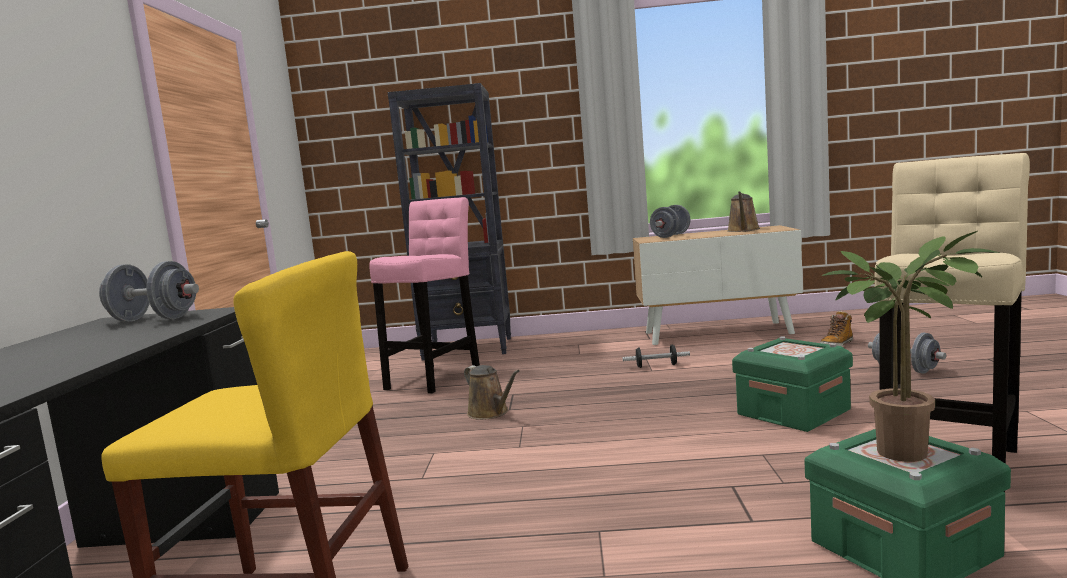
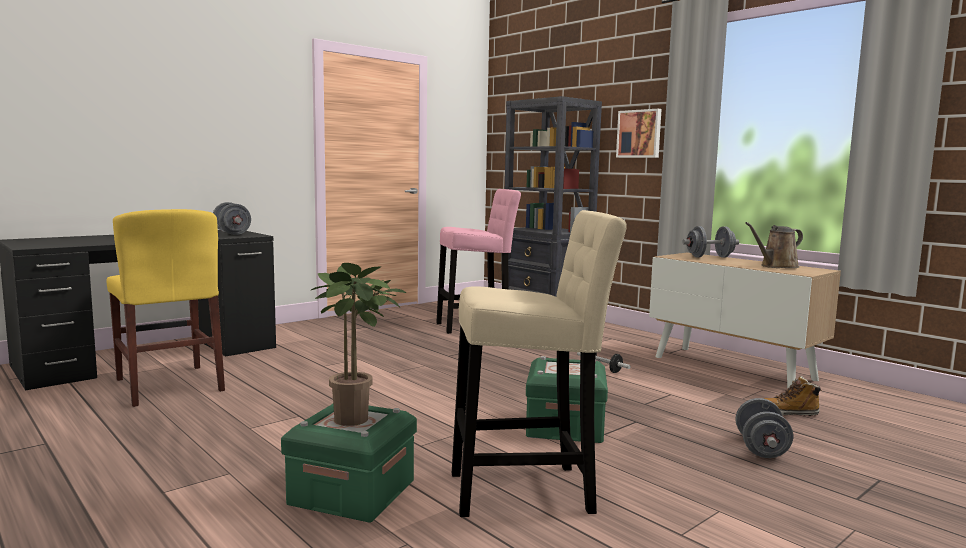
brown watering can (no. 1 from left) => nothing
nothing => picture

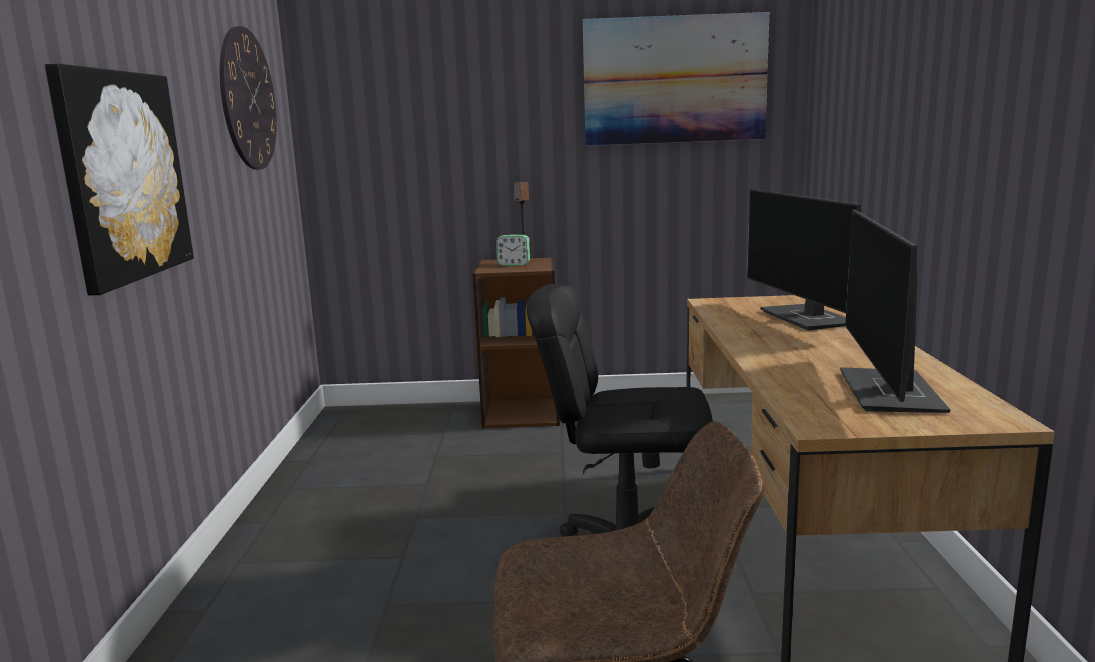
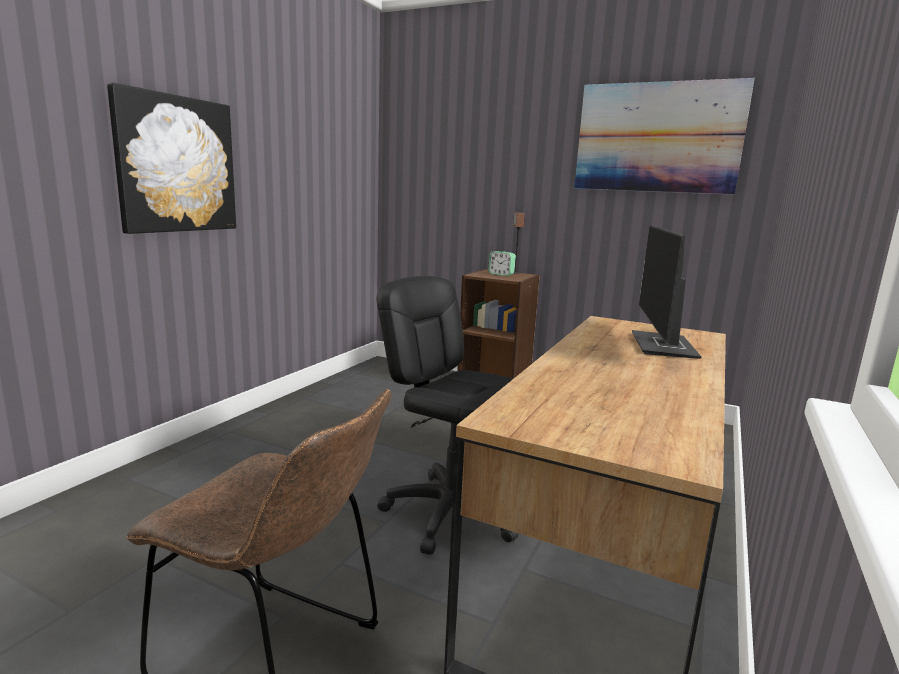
wall clock => nothing
monitor (no. 2 from left) => nothing

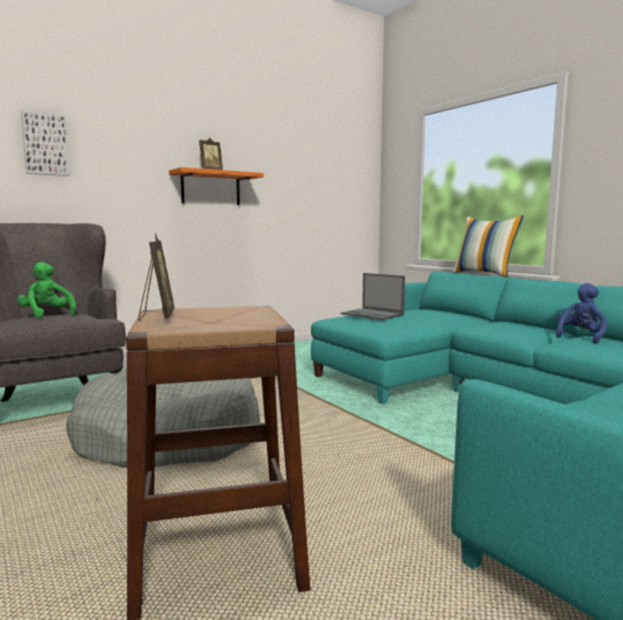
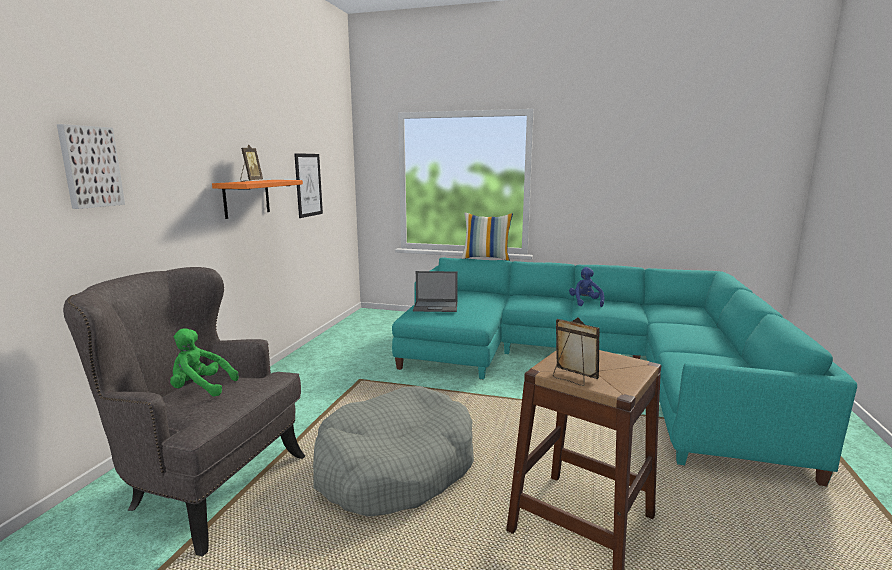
nothing => picture (no. 2 from left)

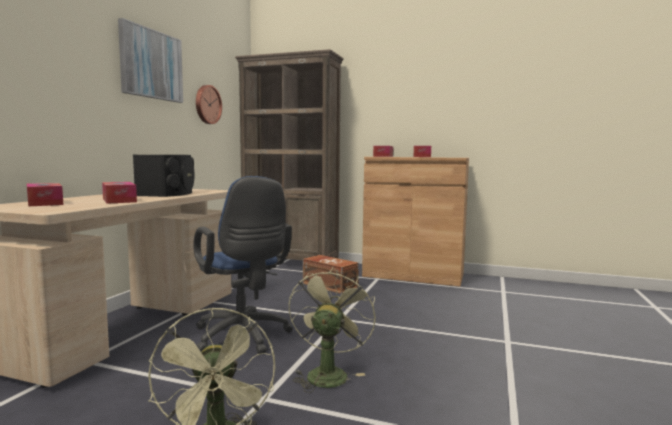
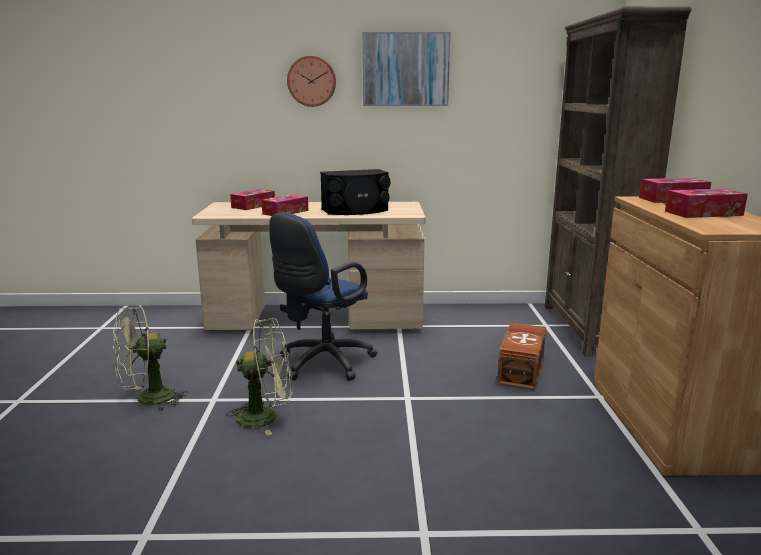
wall clock, shifted

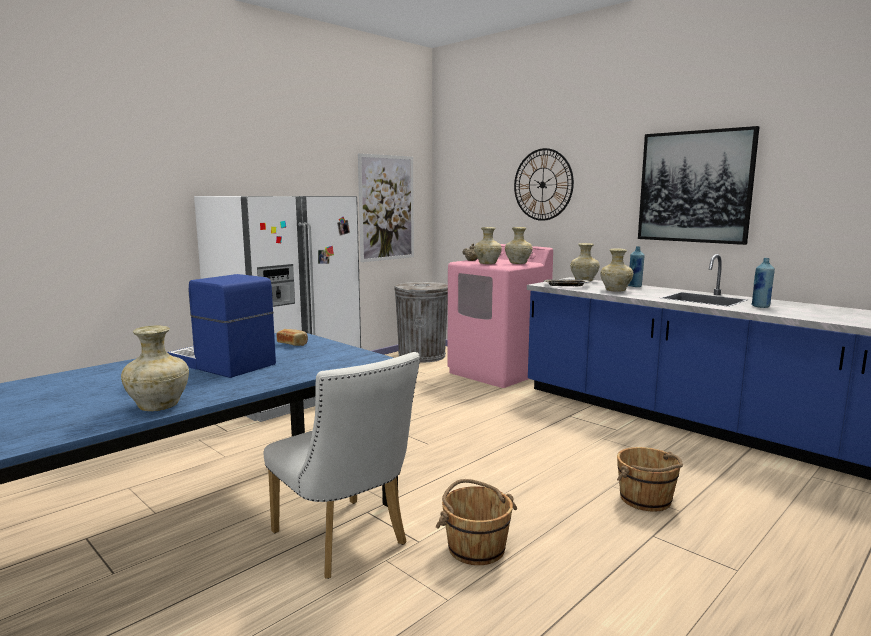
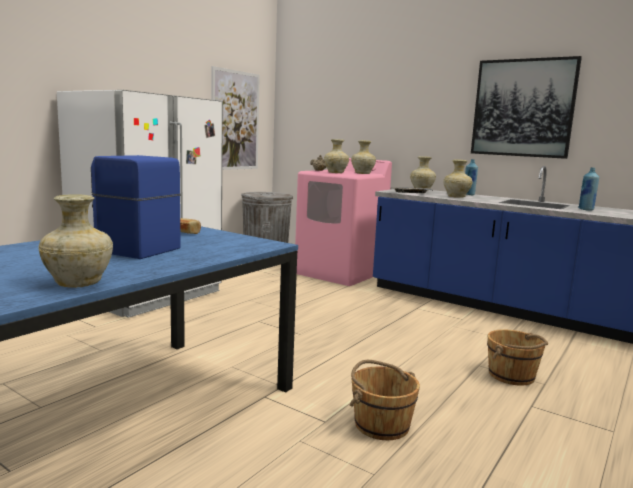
white chair => nothing
wall clock => nothing

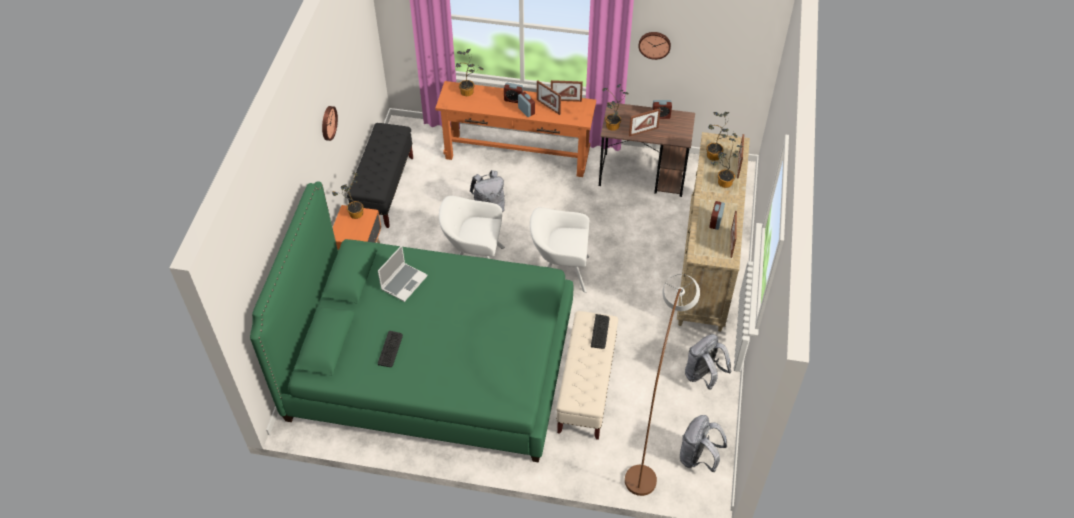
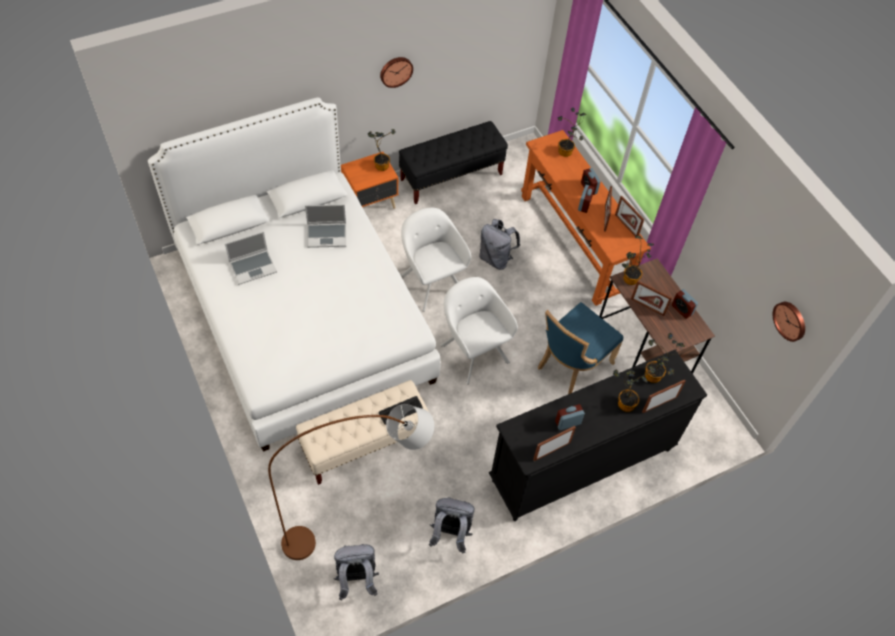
green bed => white bed
keyboard (no. 1 from left) => laptop (no. 1 from left)
wall clock (no. 2 from left), shifted
beige dresser => black dresser
nothing => blue chair

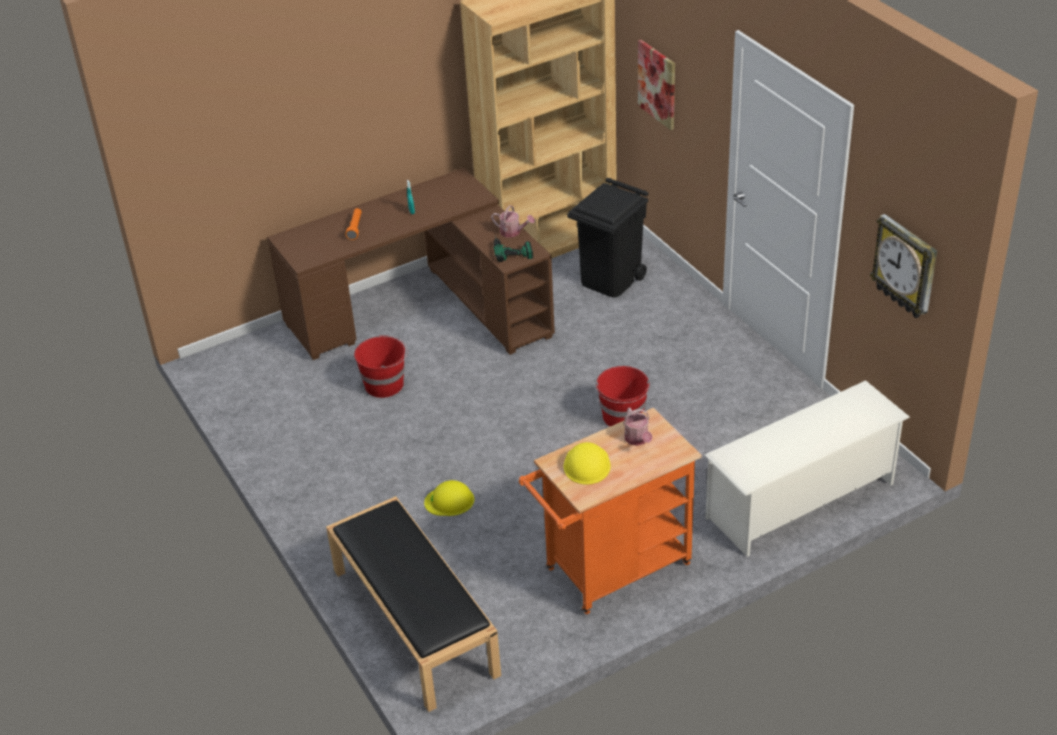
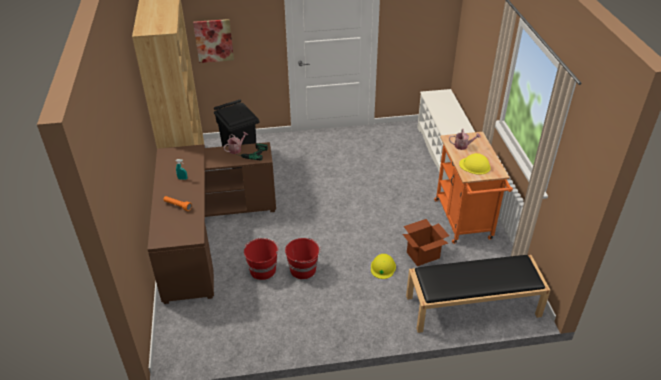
red bucket (no. 2 from left), shifted
wall clock => nothing
nothing => cardboard box

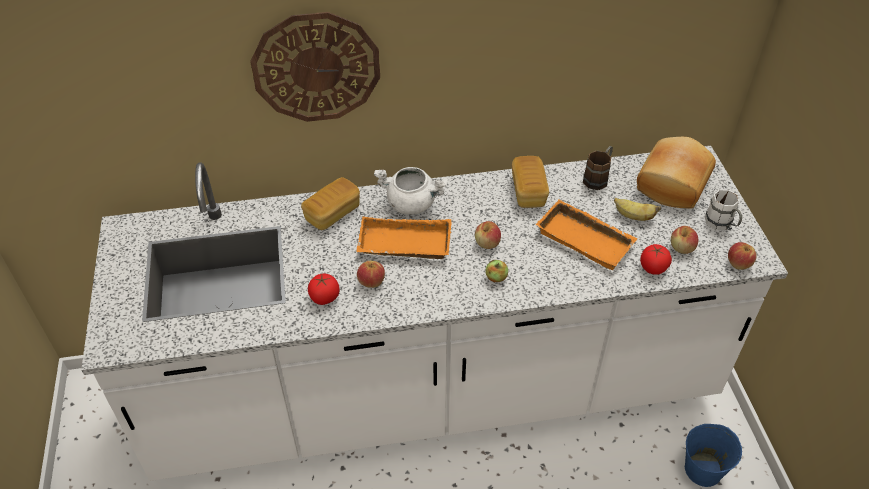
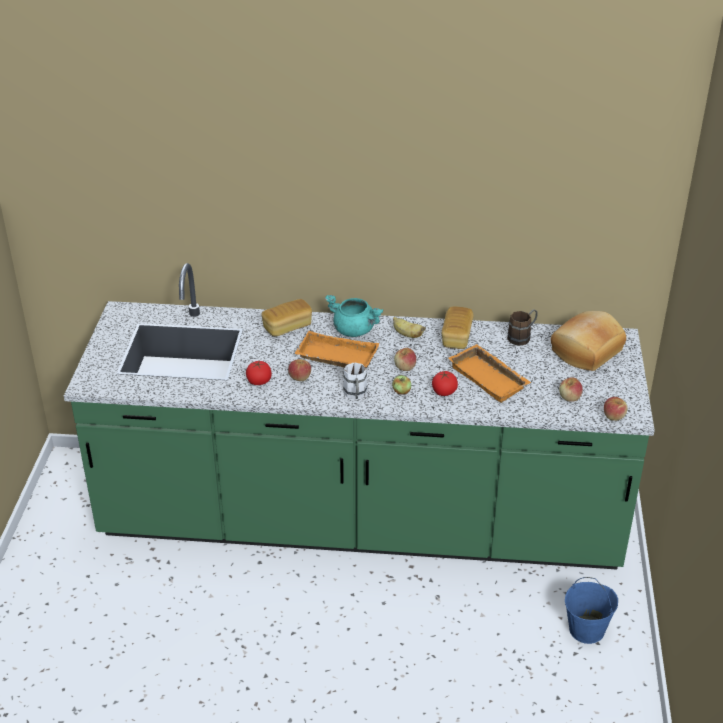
white counter => green counter
wall clock => nothing
white cooking pot => turquoise cooking pot
banana, shifted
tomato (no. 2 from left), shifted
white mug, shifted

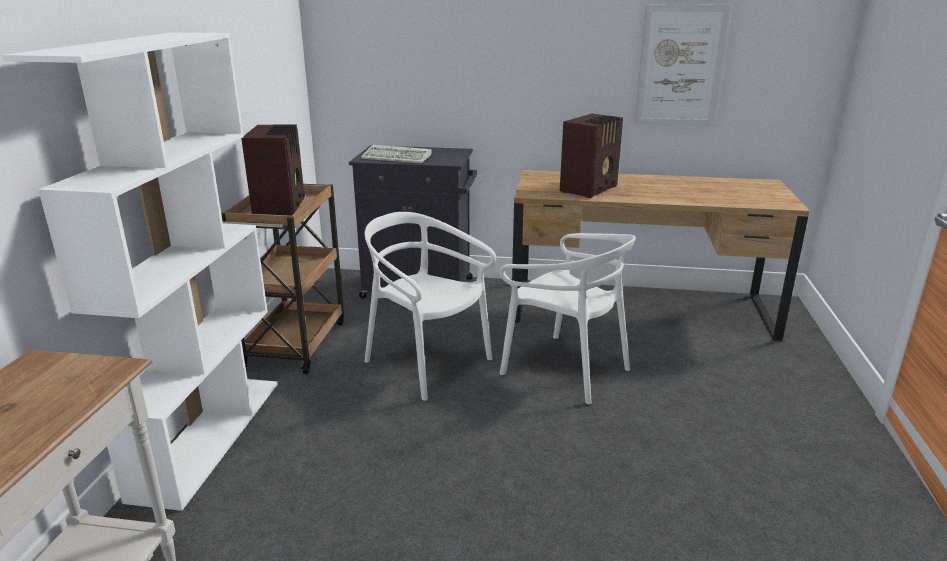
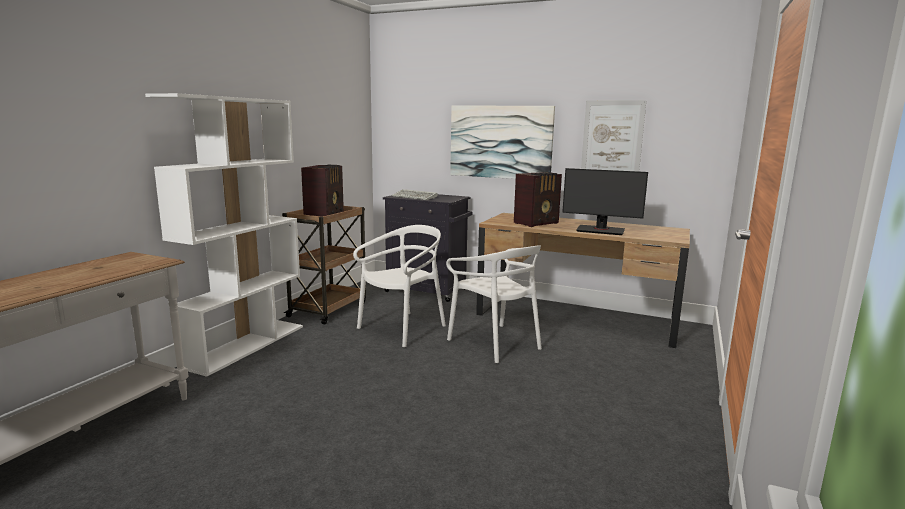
white chair (no. 1 from left), 75 degrees clockwise
nothing => picture (no. 1 from left)
nothing => monitor

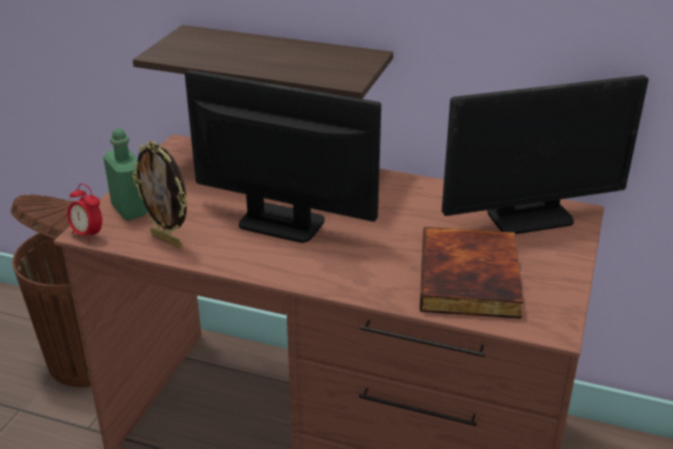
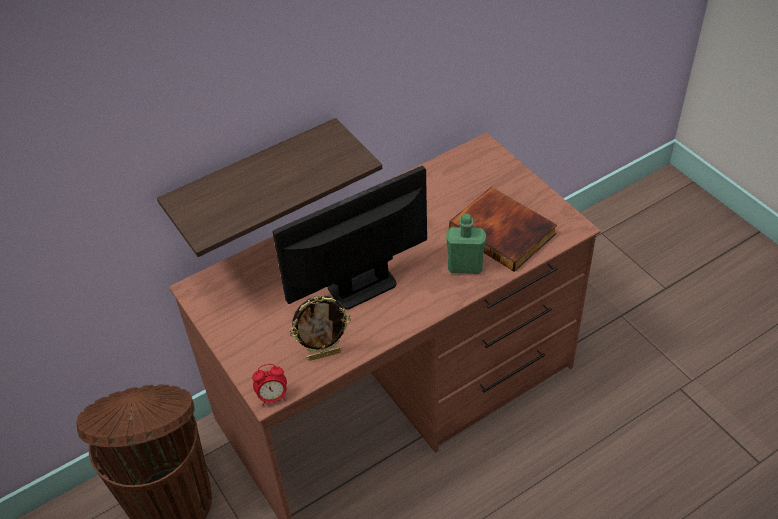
green bottle, shifted
monitor (no. 2 from left) => nothing

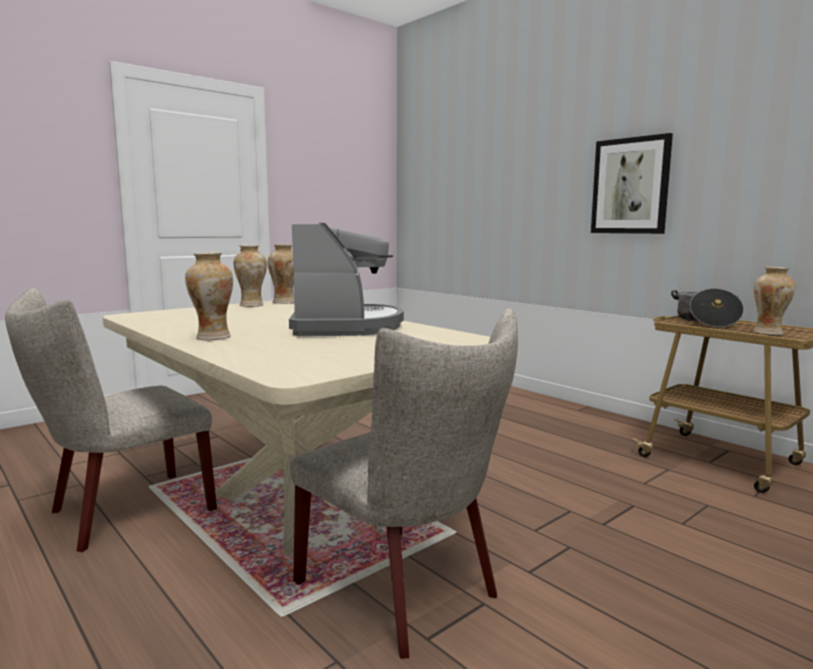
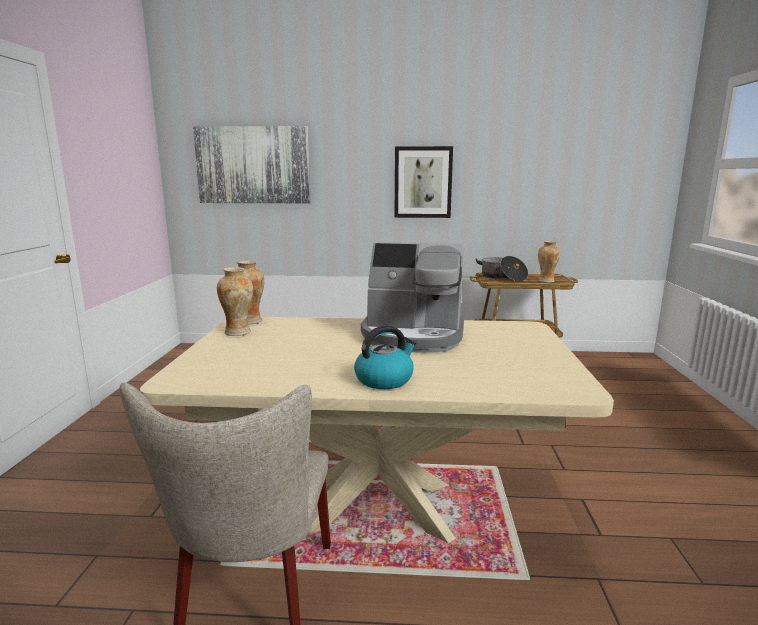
vase (no. 1 from left) => kettle
coffee machine, 150 degrees clockwise
beige chair (no. 2 from left) => nothing
nothing => picture (no. 1 from left)

